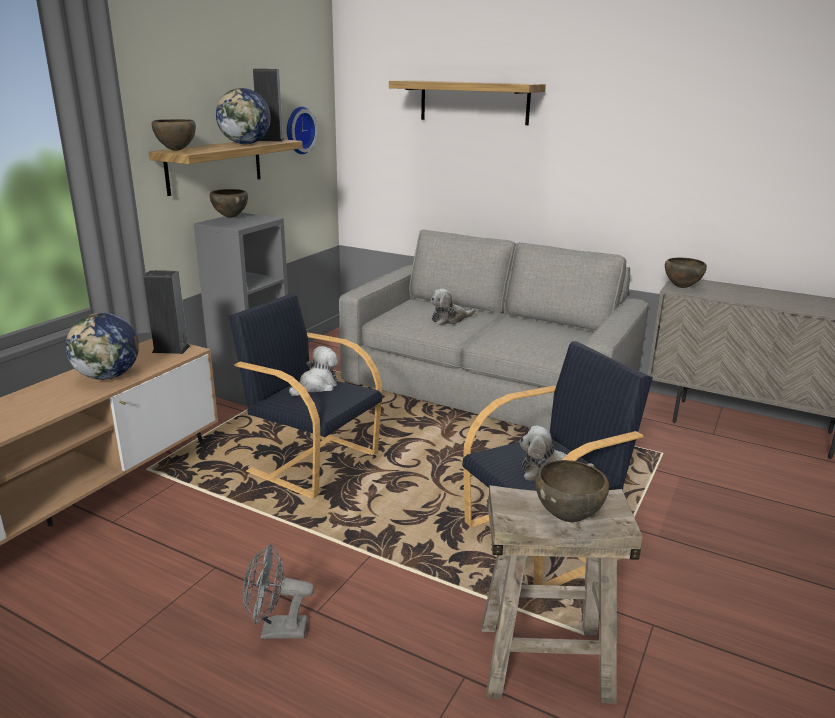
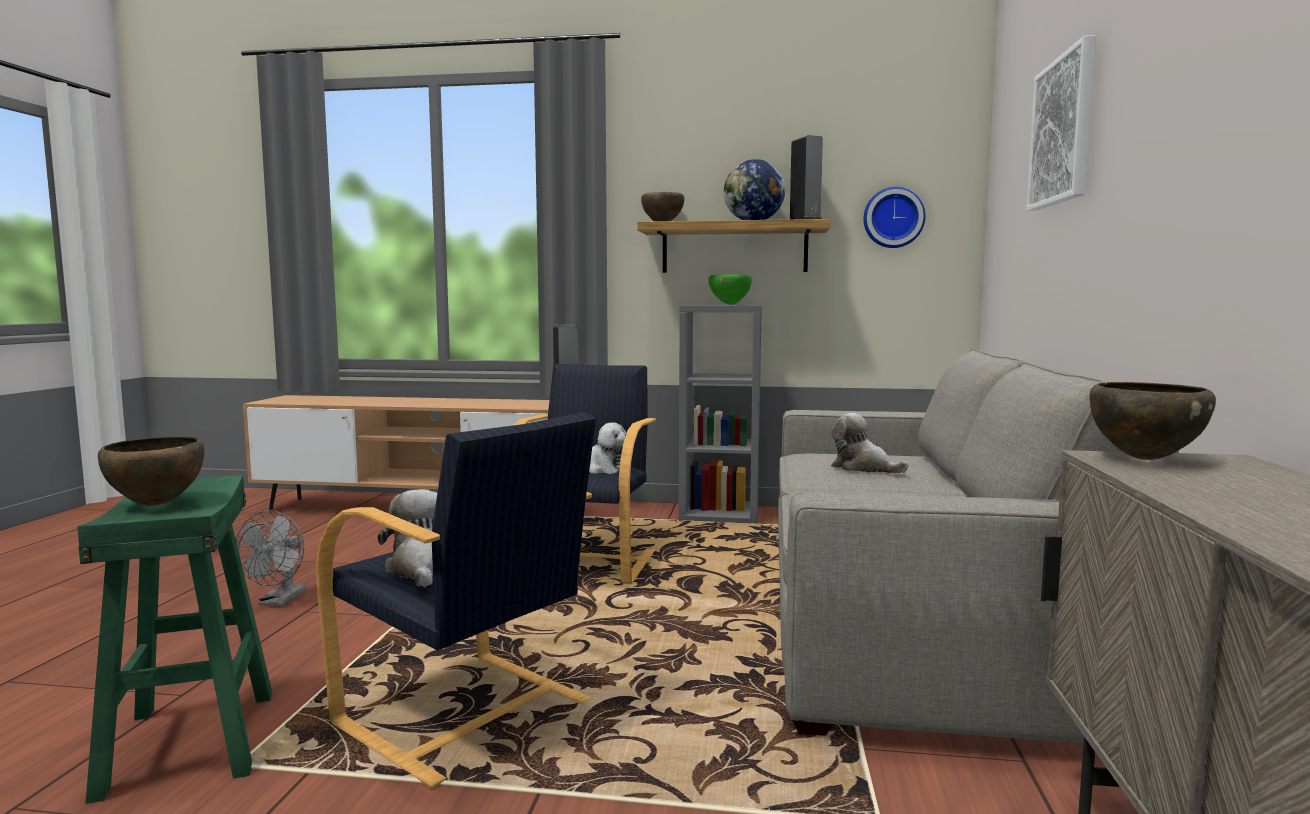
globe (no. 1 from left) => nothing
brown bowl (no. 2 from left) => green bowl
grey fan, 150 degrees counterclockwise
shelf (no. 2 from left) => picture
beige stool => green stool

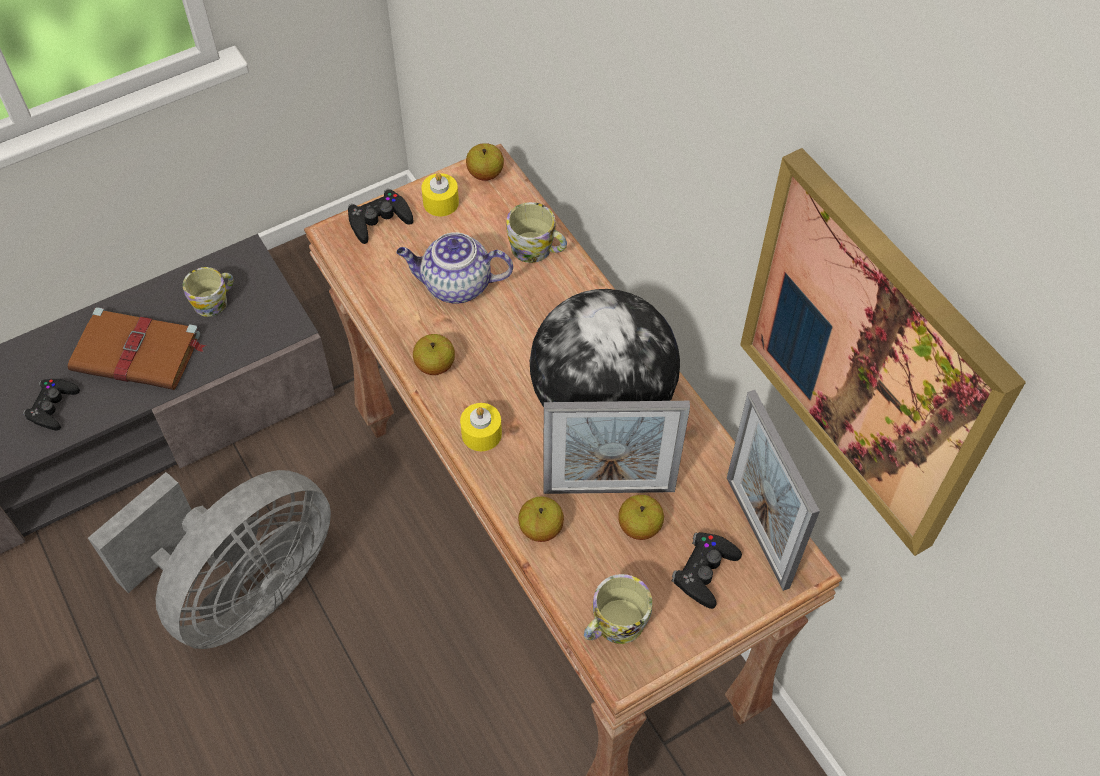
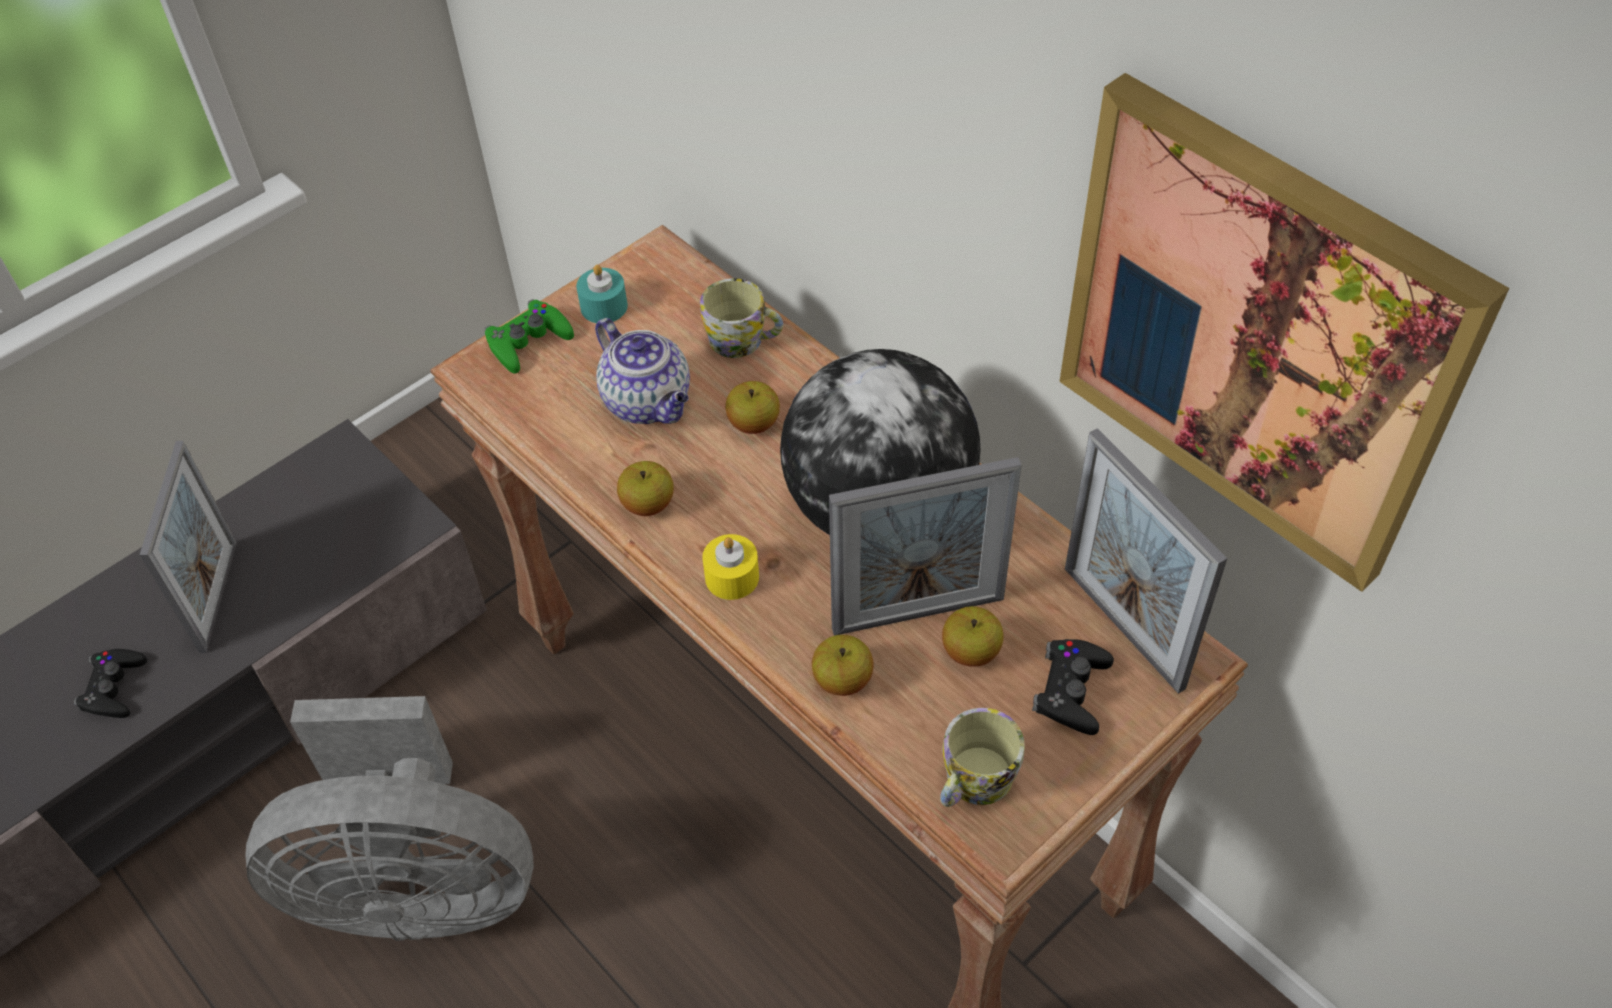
brown book => picture frame (no. 1 from left)
grey fan, 60 degrees clockwise
mug (no. 1 from left) => nothing
black game controller (no. 2 from left) => green game controller
teapot, 120 degrees counterclockwise
yellow candle (no. 1 from left) => turquoise candle
apple (no. 2 from left), shifted

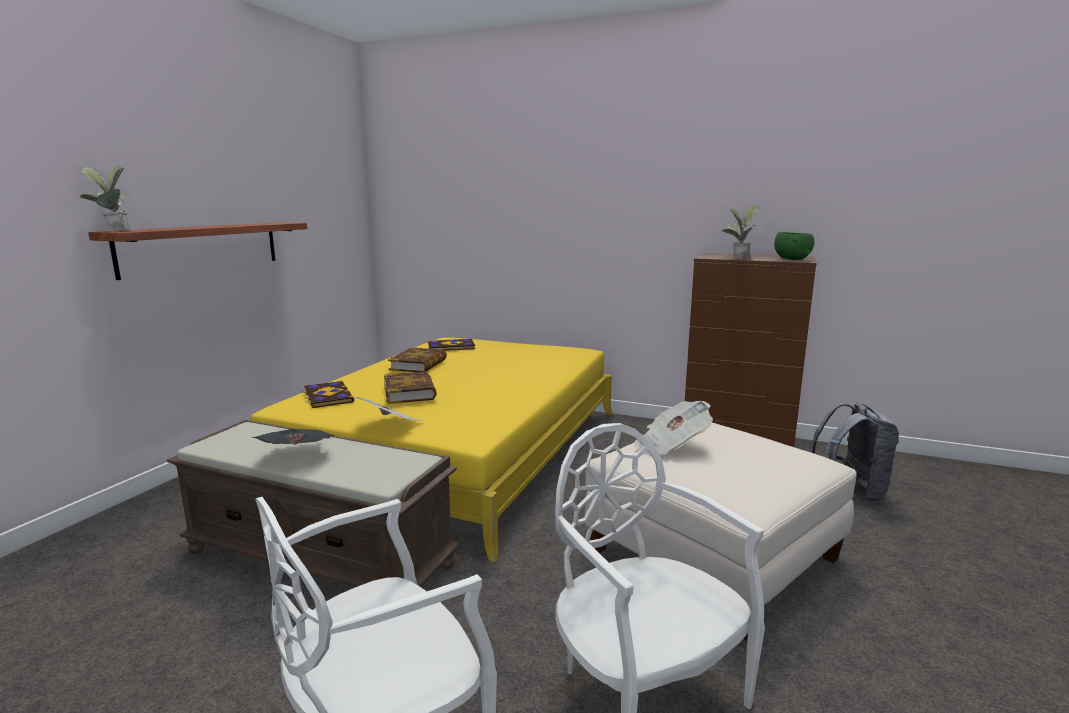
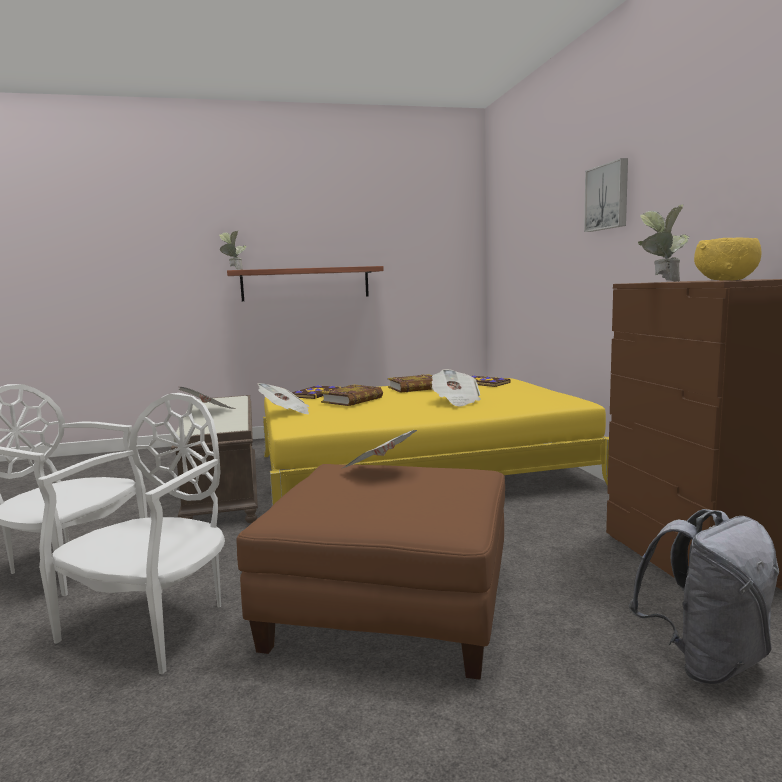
white ottoman => brown ottoman
green bowl => yellow bowl
nothing => newspaper (no. 4 from left)
nothing => picture

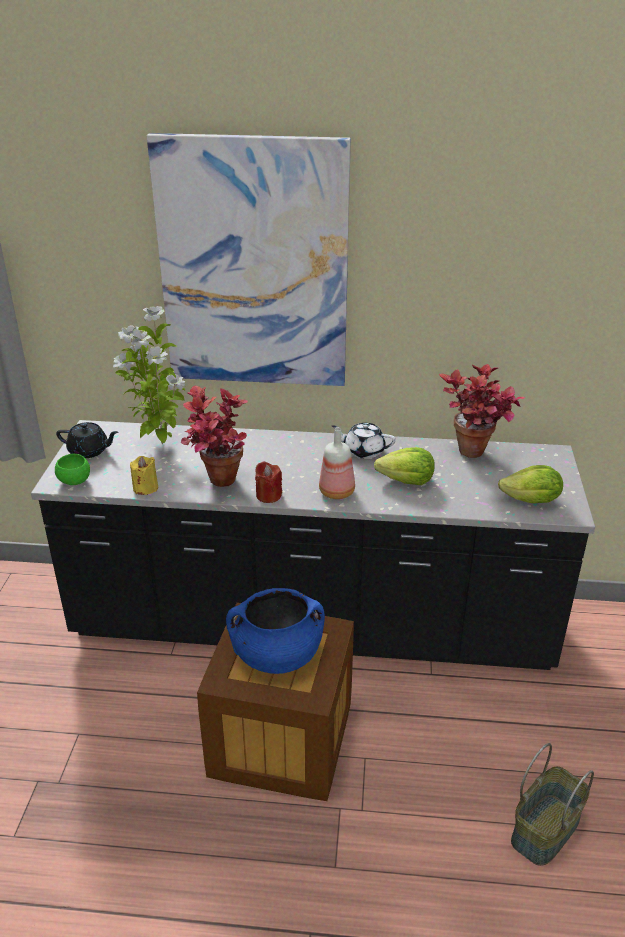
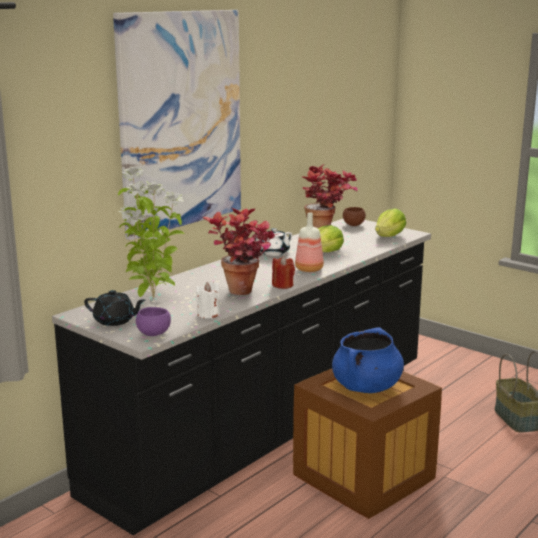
green bowl => purple bowl
black teapot, 60 degrees clockwise
yellow candle => white candle
nothing => brown bowl

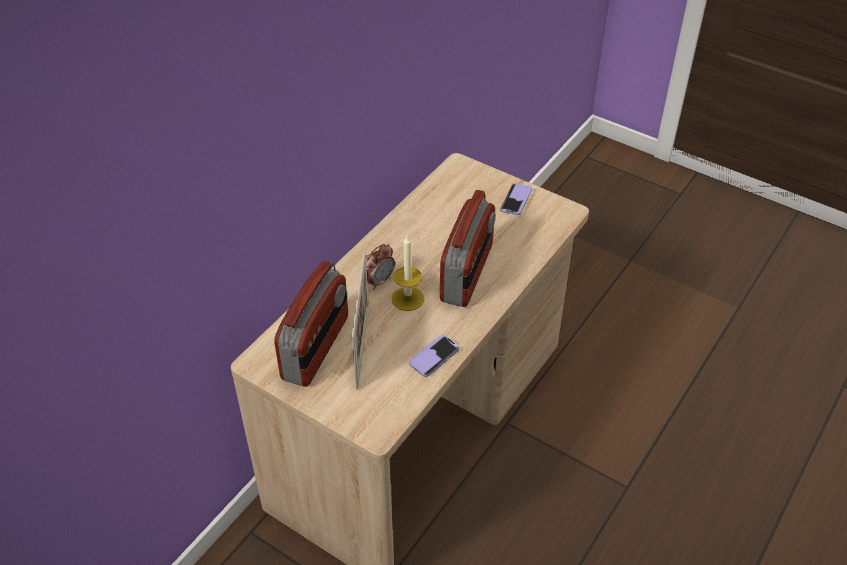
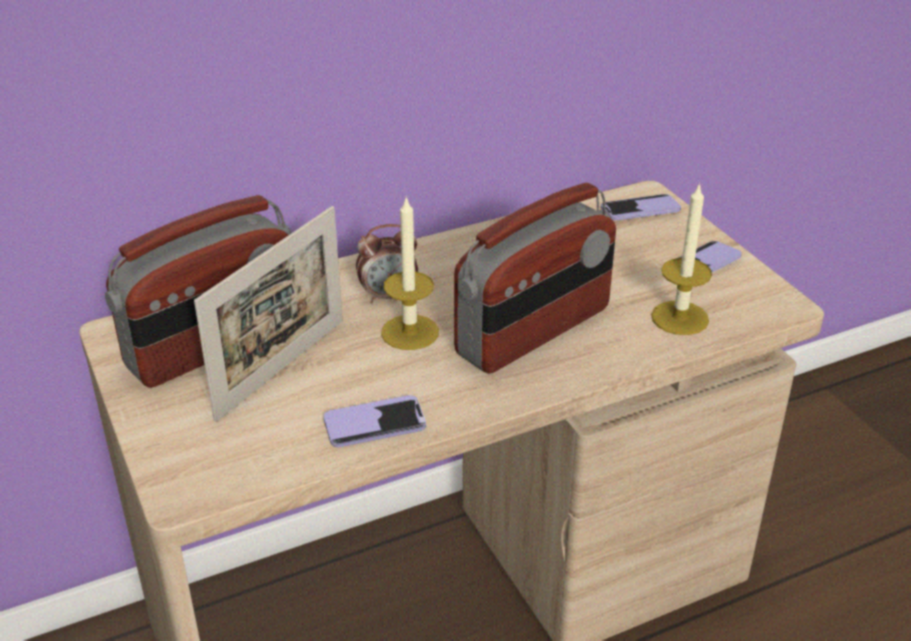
nothing => phone (no. 2 from left)
nothing => candle (no. 2 from left)

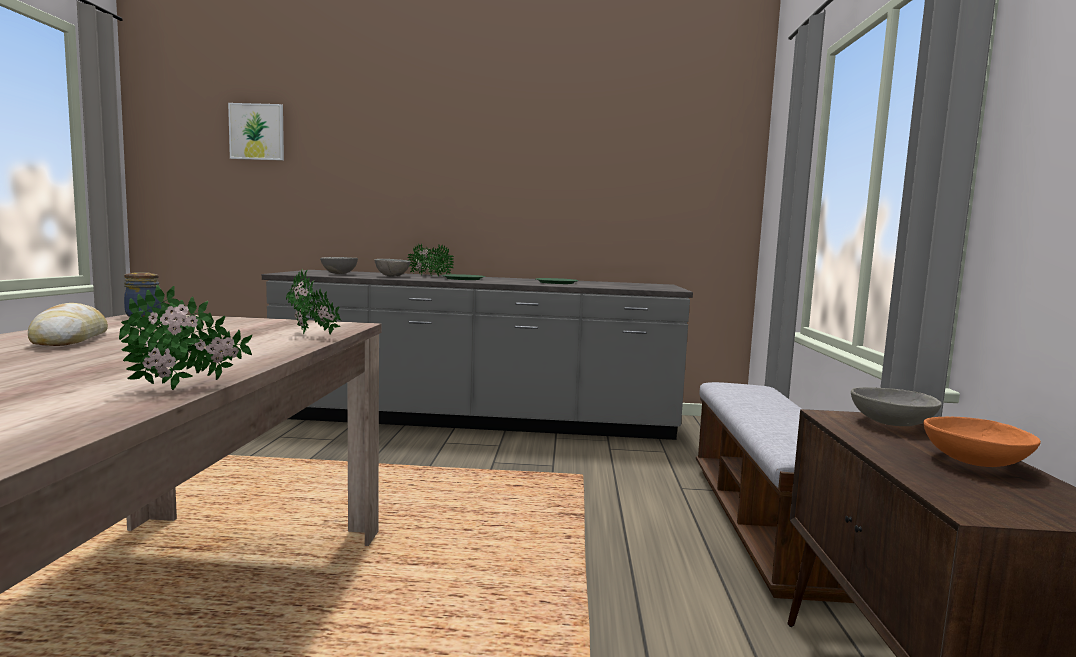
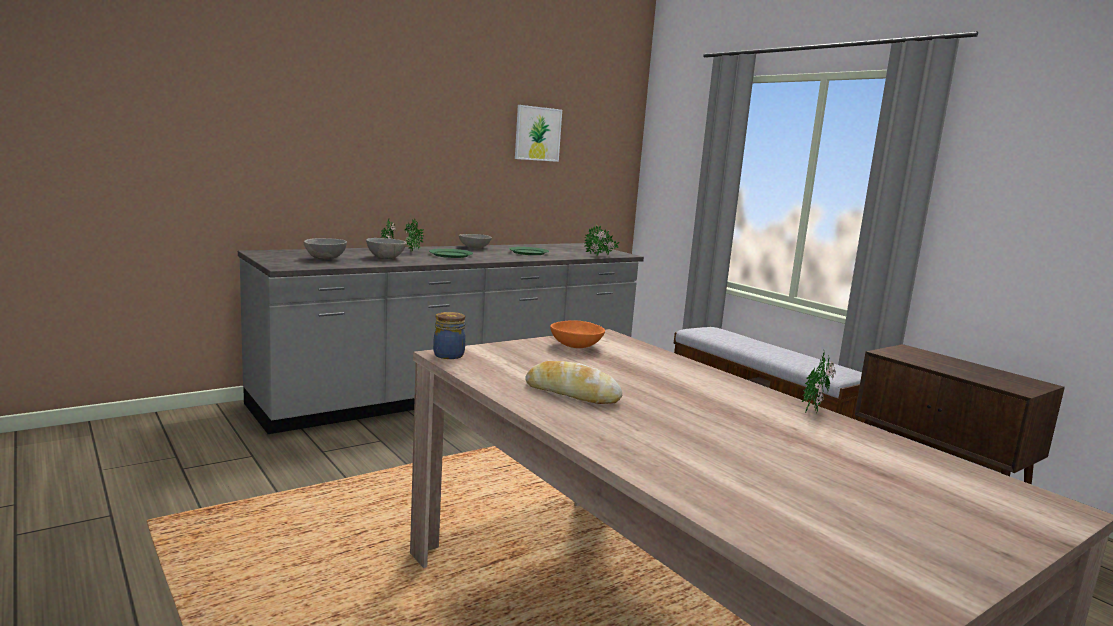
picture, shifted
potted plant (no. 2 from left in the first image) => potted plant (no. 3 from left), shifted
grey bowl (no. 3 from left), shifted
orange bowl, shifted

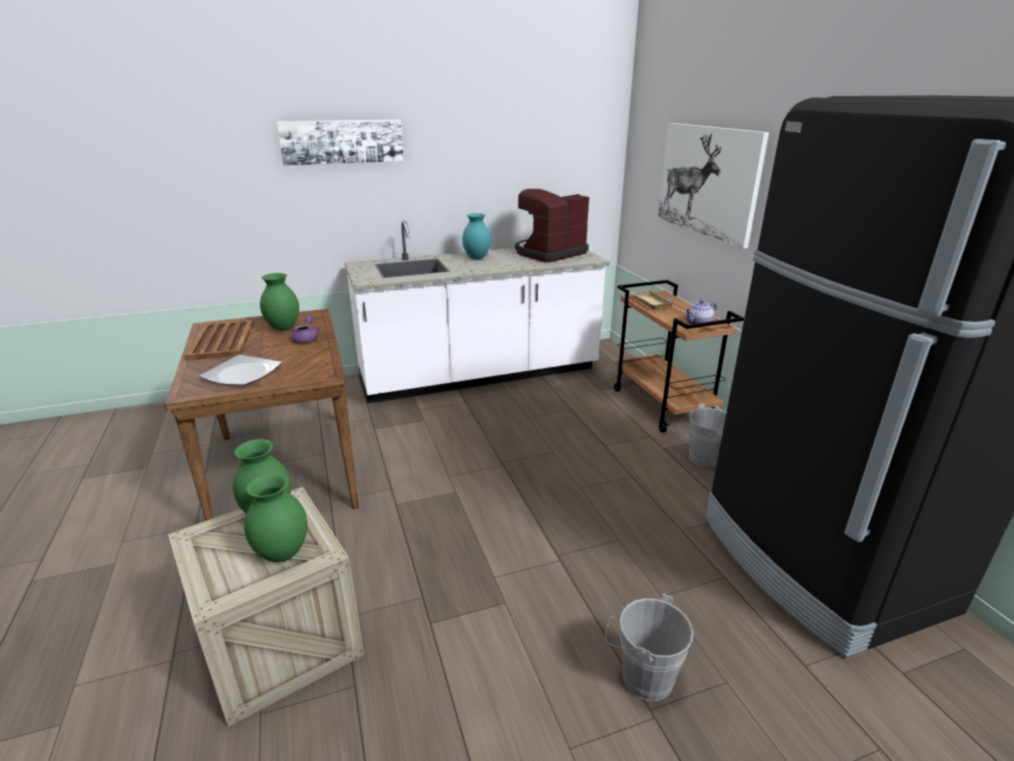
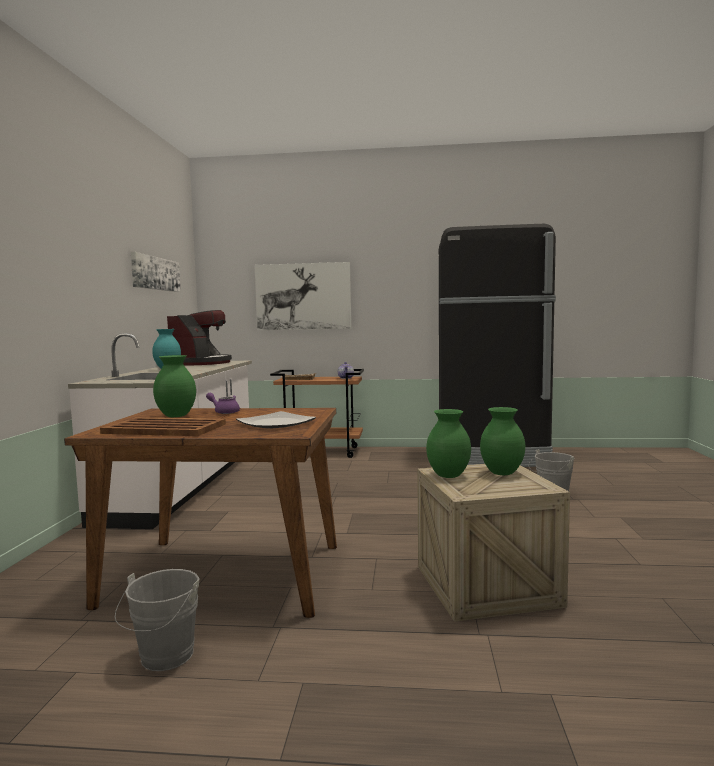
picture (no. 1 from left), shifted
coffee machine, 150 degrees counterclockwise
grey bucket (no. 2 from left in the first image) => grey bucket (no. 1 from left), shifted

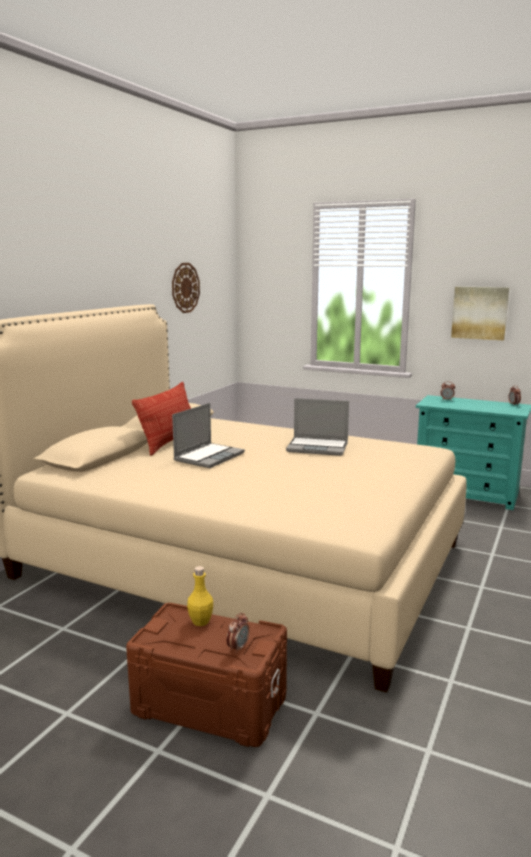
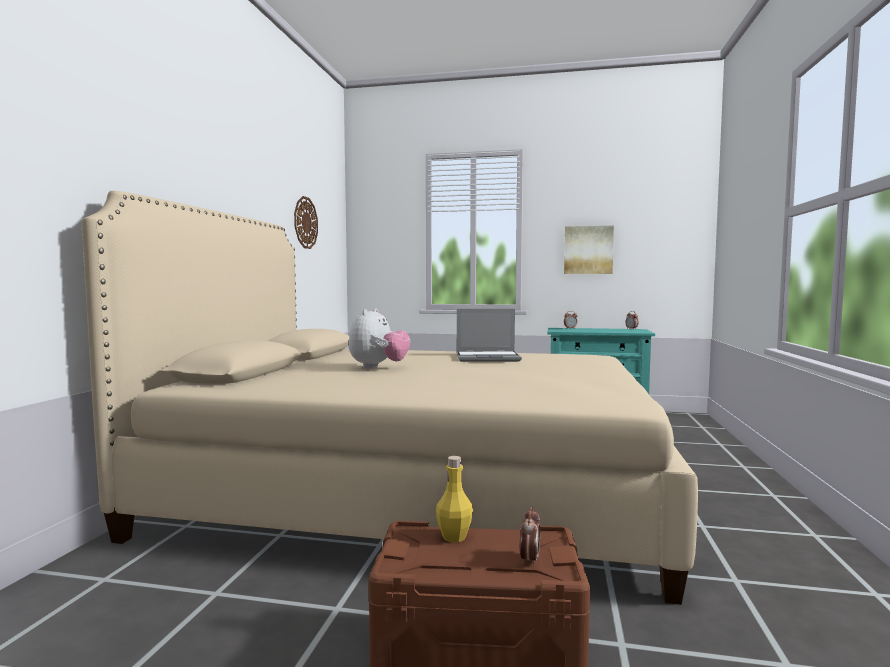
pillow => nothing
laptop (no. 1 from left) => plush toy

